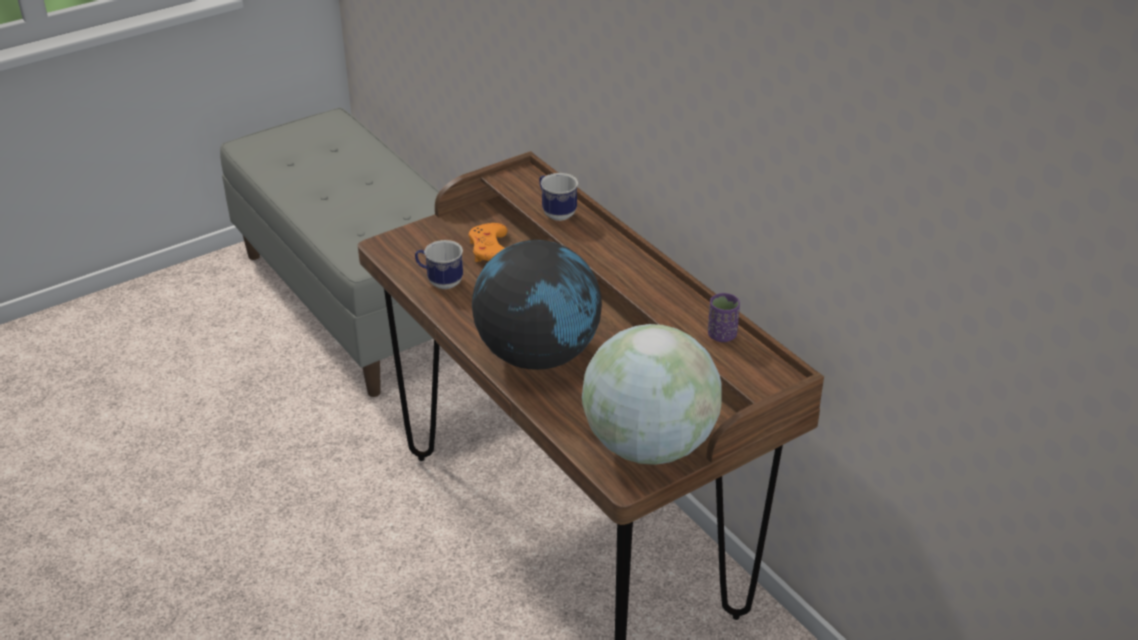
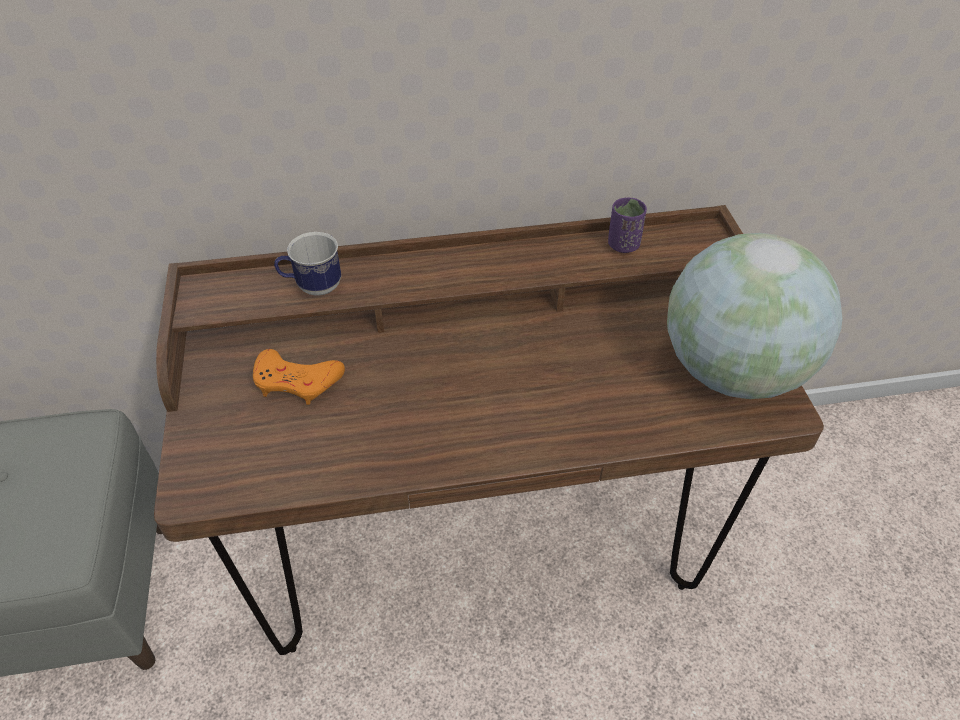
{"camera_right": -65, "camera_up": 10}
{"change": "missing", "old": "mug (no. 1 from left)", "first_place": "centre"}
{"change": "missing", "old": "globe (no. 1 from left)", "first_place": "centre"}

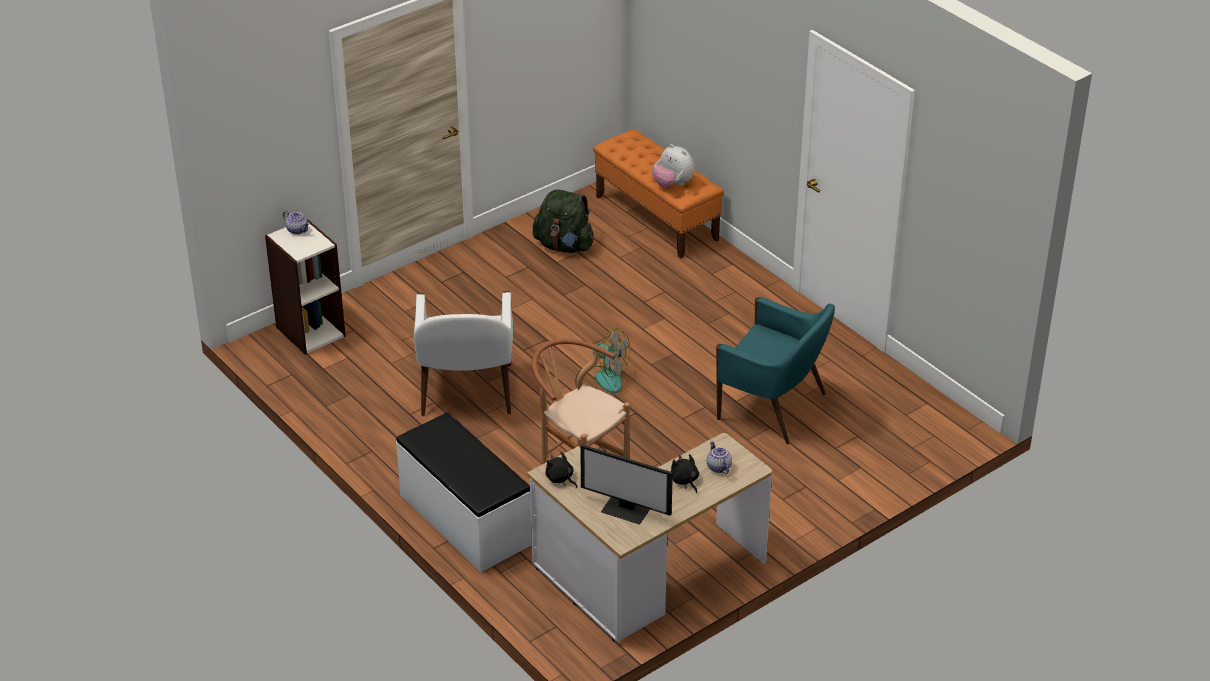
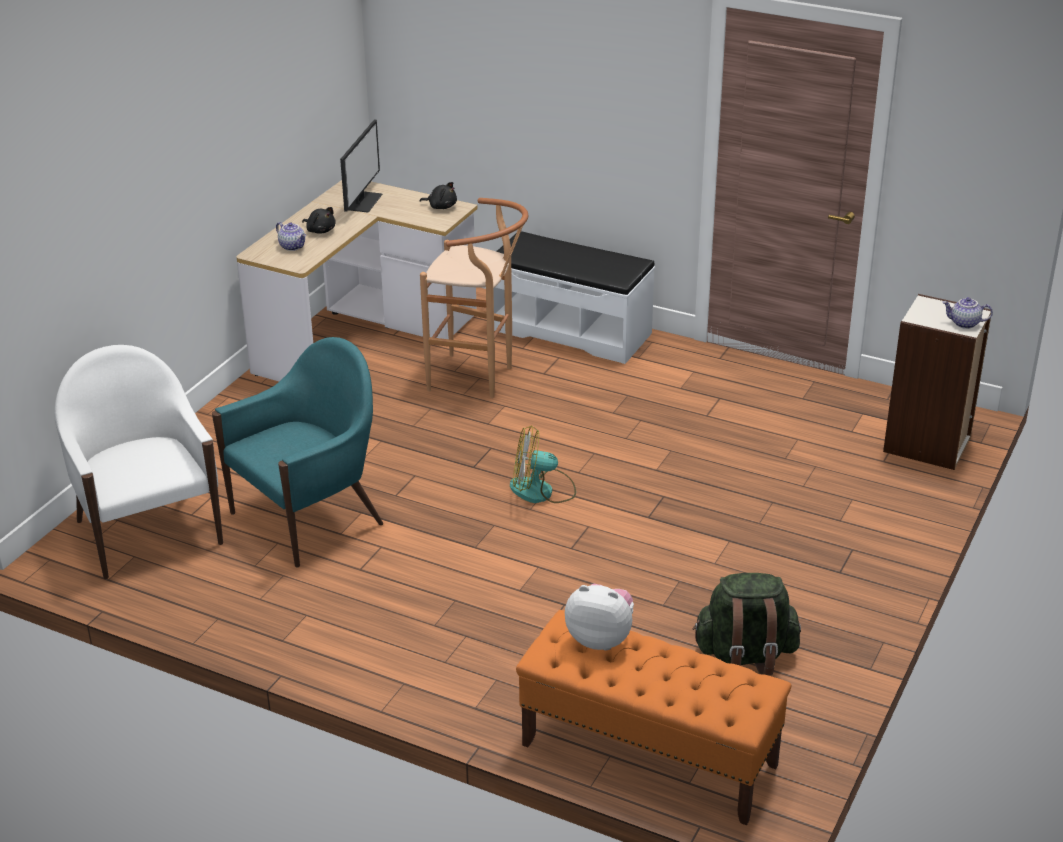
{"camera_right": 155, "camera_up": -5}
{"change": "relocated", "old": "white armchair", "first_place": "centre", "second_place": "middle left"}
{"change": "spun", "old": "monitor", "first_place": "bottom centre", "second_place": "top centre", "degrees": 105}
{"change": "spun", "old": "turquoise armchair", "first_place": "centre", "second_place": "middle left", "degrees": 135}

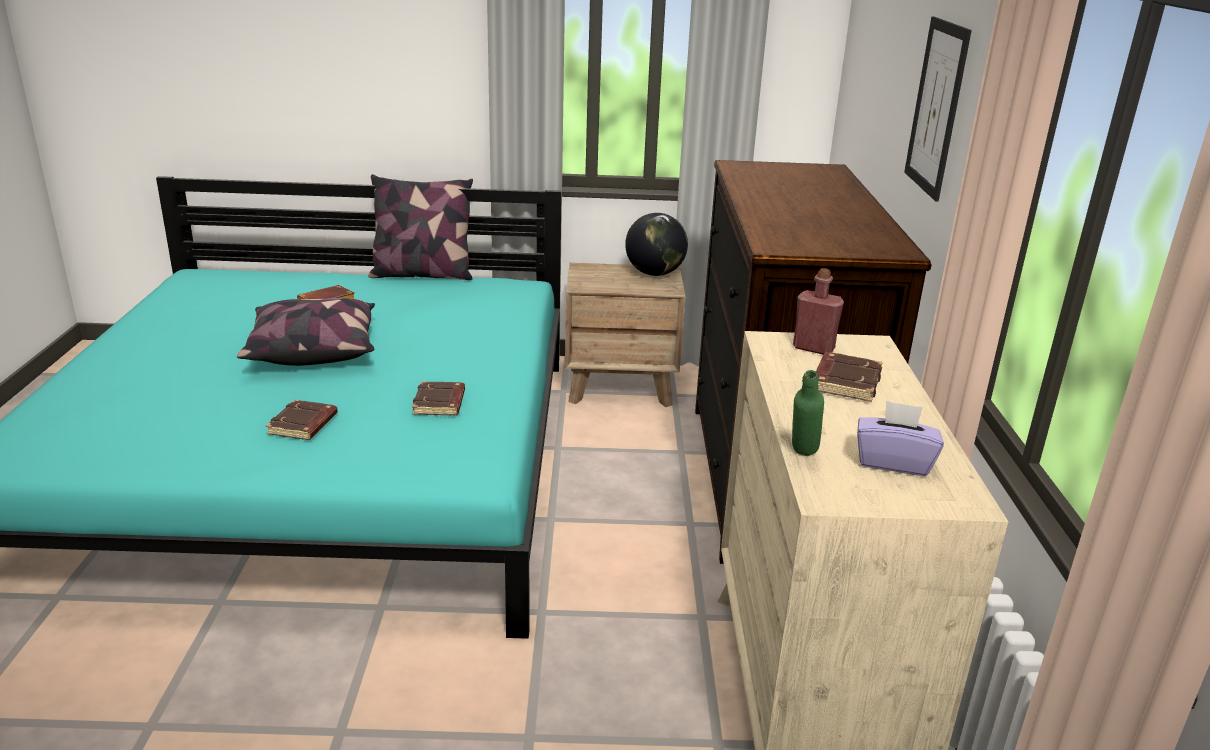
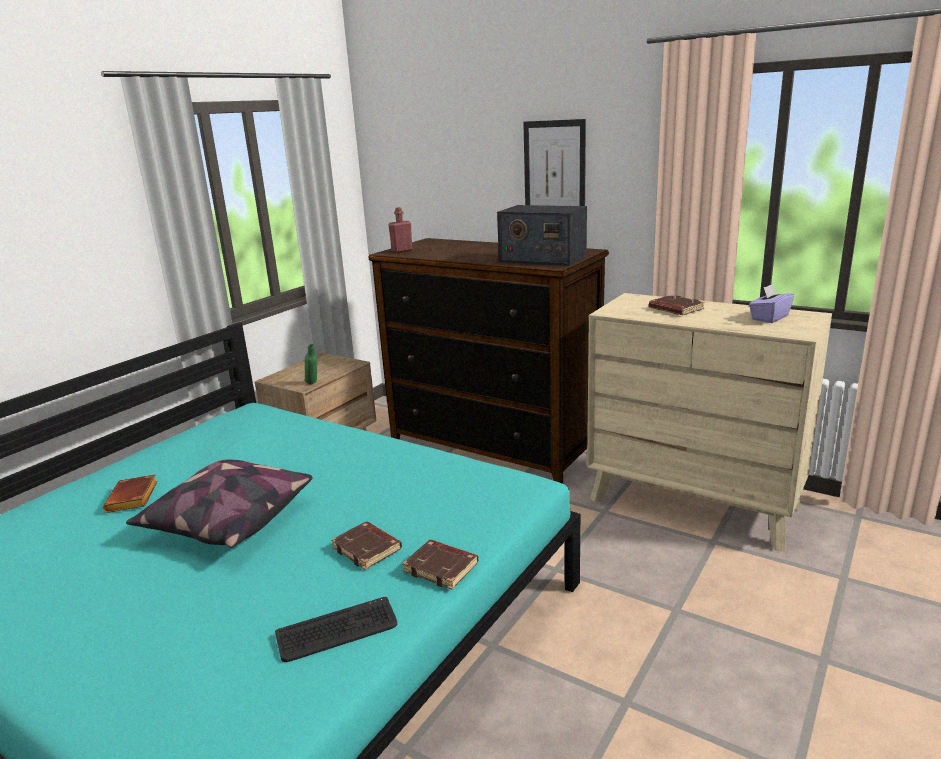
{"camera_right": -55, "camera_up": -5}
{"change": "missing", "old": "pillow (no. 2 from left)", "first_place": "top centre"}
{"change": "missing", "old": "globe", "first_place": "top centre"}
{"change": "appeared", "new": "keyboard", "second_place": "bottom centre"}
{"change": "appeared", "new": "radio", "second_place": "top centre"}
{"change": "relocated", "old": "brown book (no. 3 from left)", "first_place": "centre", "second_place": "bottom centre"}
{"change": "relocated", "old": "green bottle", "first_place": "middle right", "second_place": "middle left"}
{"change": "relocated", "old": "red bottle", "first_place": "middle right", "second_place": "top centre"}

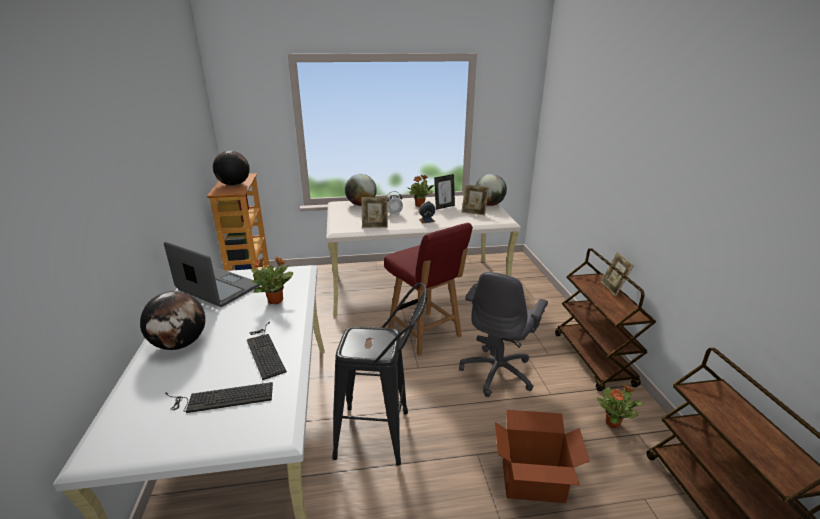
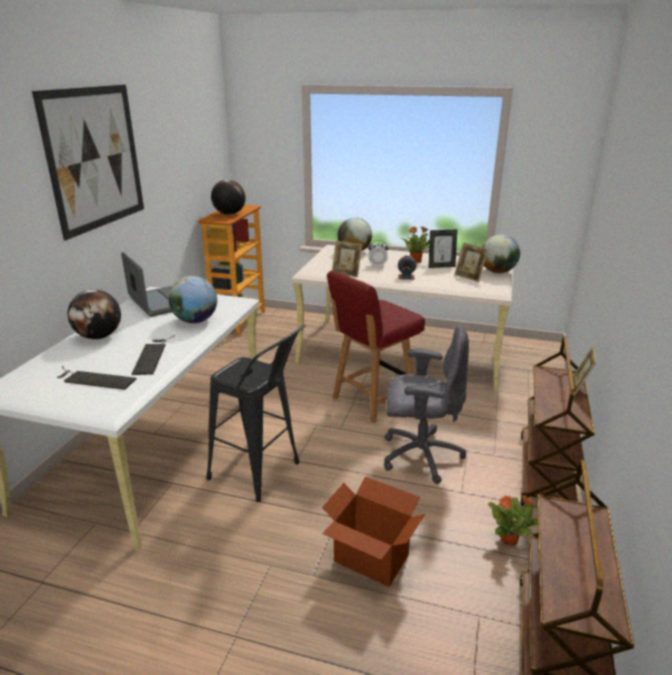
{"camera_right": 25, "camera_up": 0}
{"change": "appeared", "new": "picture", "second_place": "top left"}
{"change": "exchanged", "old": "potted plant (no. 1 from left)", "new": "globe (no. 2 from left)", "first_place": "middle left", "second_place": "middle left"}
{"change": "spun", "old": "red chair", "first_place": "centre", "second_place": "centre", "degrees": 60}
{"change": "spun", "old": "grey office chair", "first_place": "centre", "second_place": "centre", "degrees": -135}

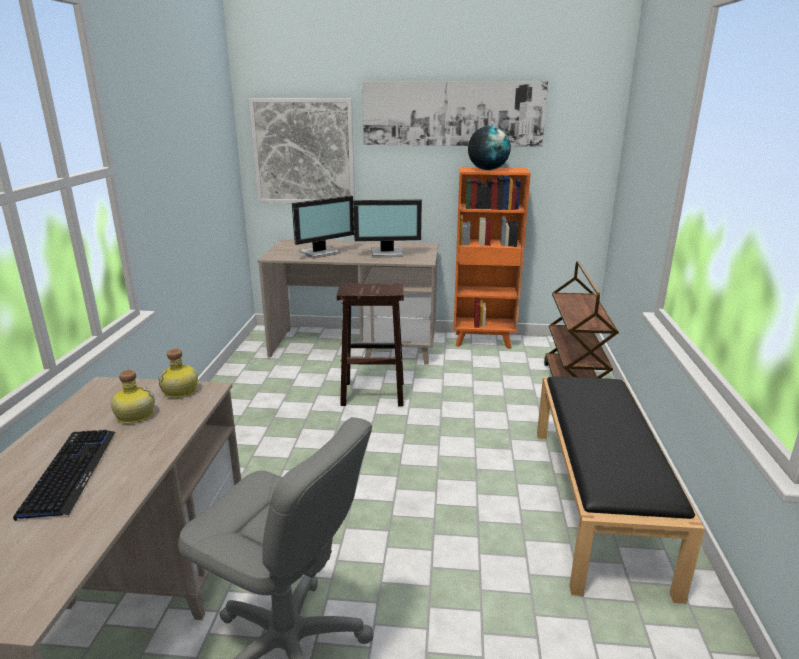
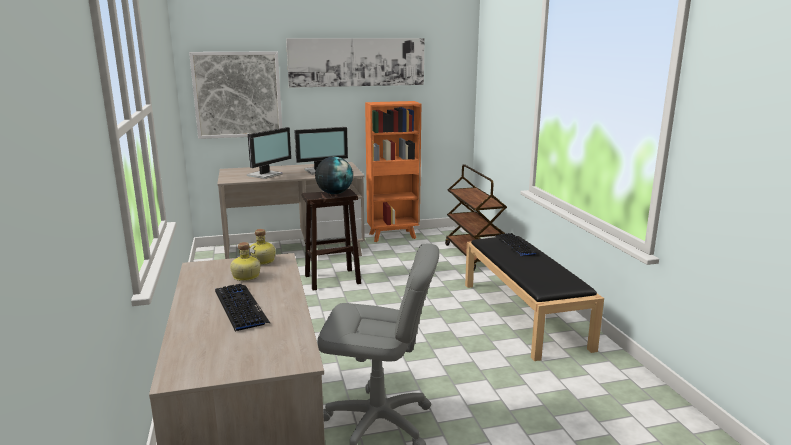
{"camera_right": -20, "camera_up": -5}
{"change": "appeared", "new": "keyboard (no. 2 from left)", "second_place": "centre"}
{"change": "relocated", "old": "globe", "first_place": "top centre", "second_place": "centre"}

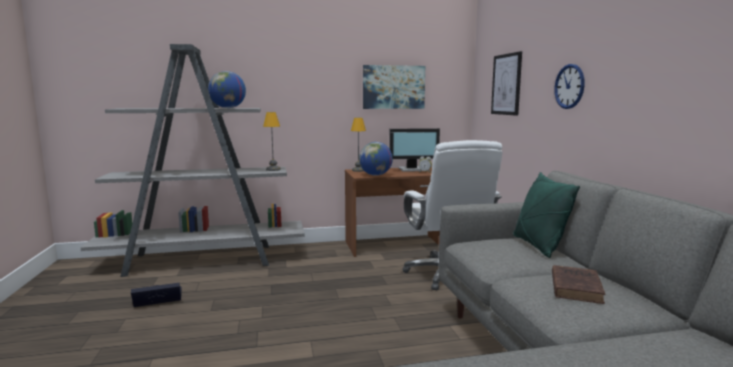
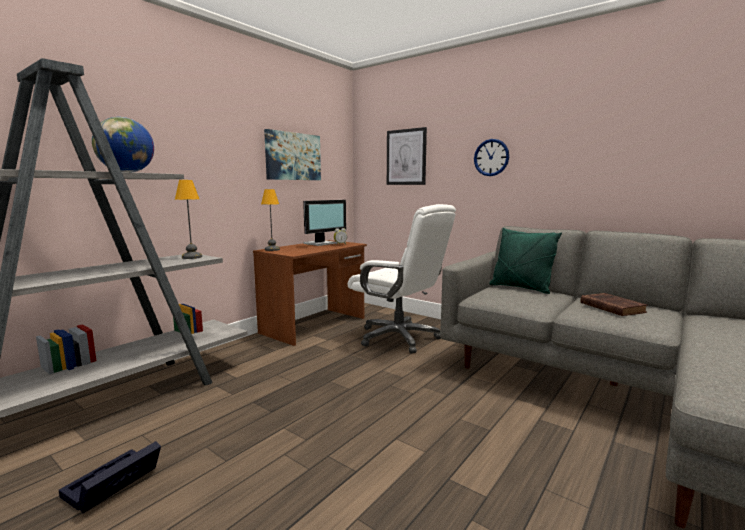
{"camera_right": -40, "camera_up": 0}
{"change": "missing", "old": "globe (no. 2 from left)", "first_place": "centre"}

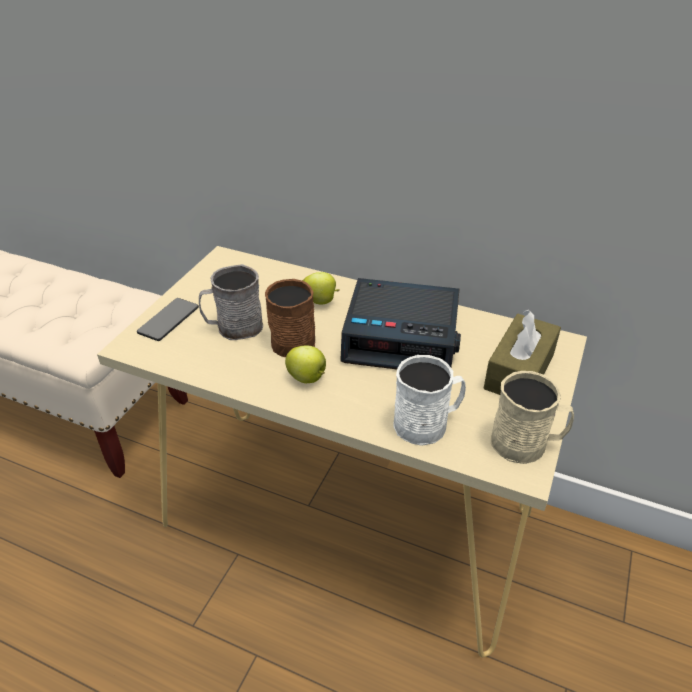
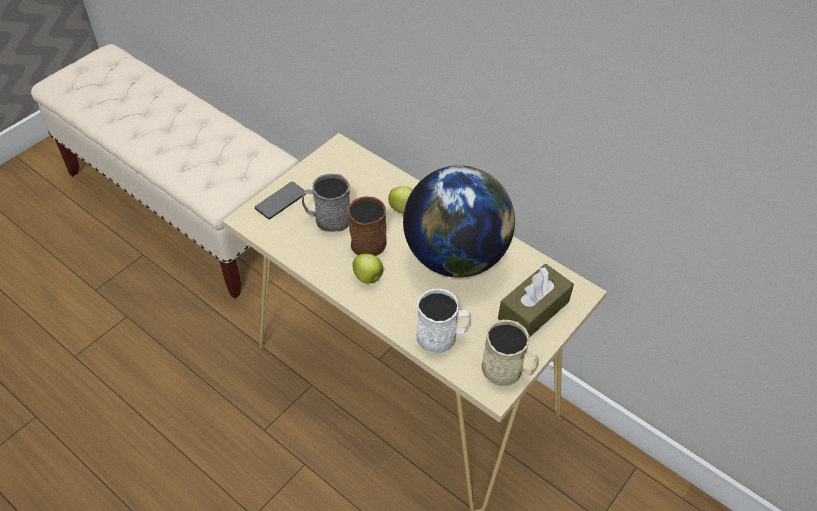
{"camera_right": 15, "camera_up": 10}
{"change": "exchanged", "old": "alarm clock", "new": "globe", "first_place": "centre", "second_place": "centre"}

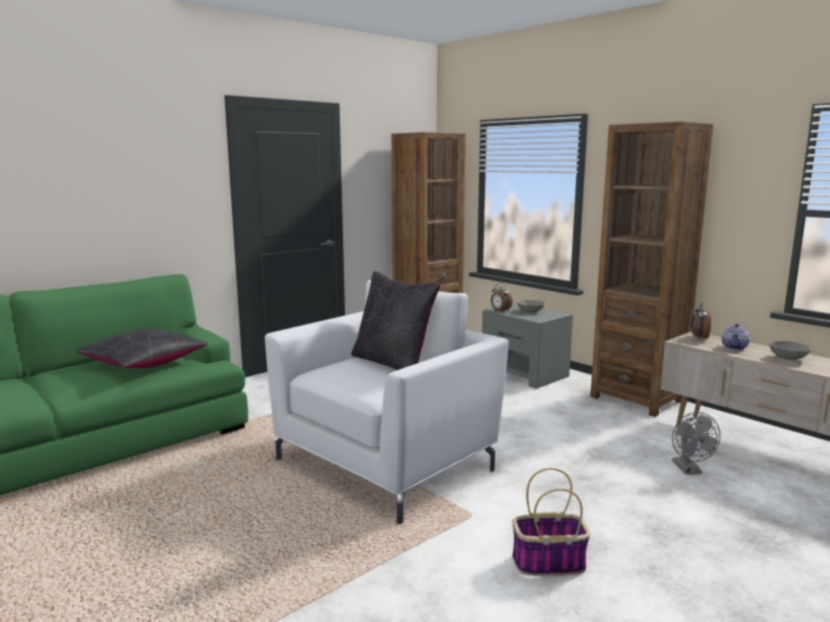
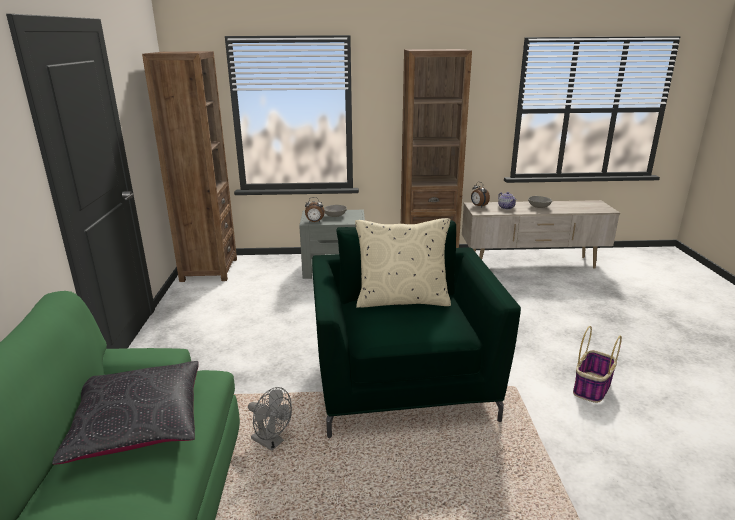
{"camera_right": -50, "camera_up": 10}
{"change": "relocated", "old": "grey fan", "first_place": "bottom right", "second_place": "bottom centre"}
{"change": "colour", "old": "white armchair", "new": "green armchair", "first_place": "centre", "second_place": "centre"}
{"change": "colour", "old": "black pillow (no. 2 from left)", "new": "beige pillow", "first_place": "centre", "second_place": "centre"}

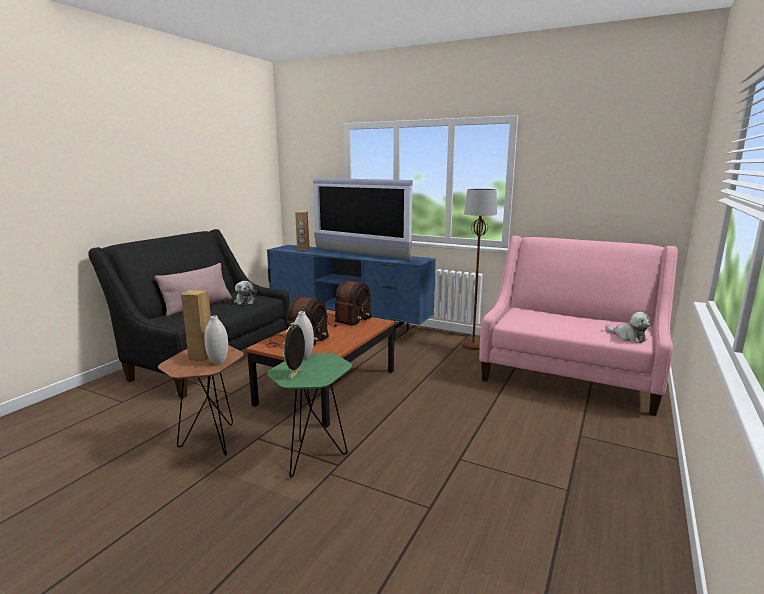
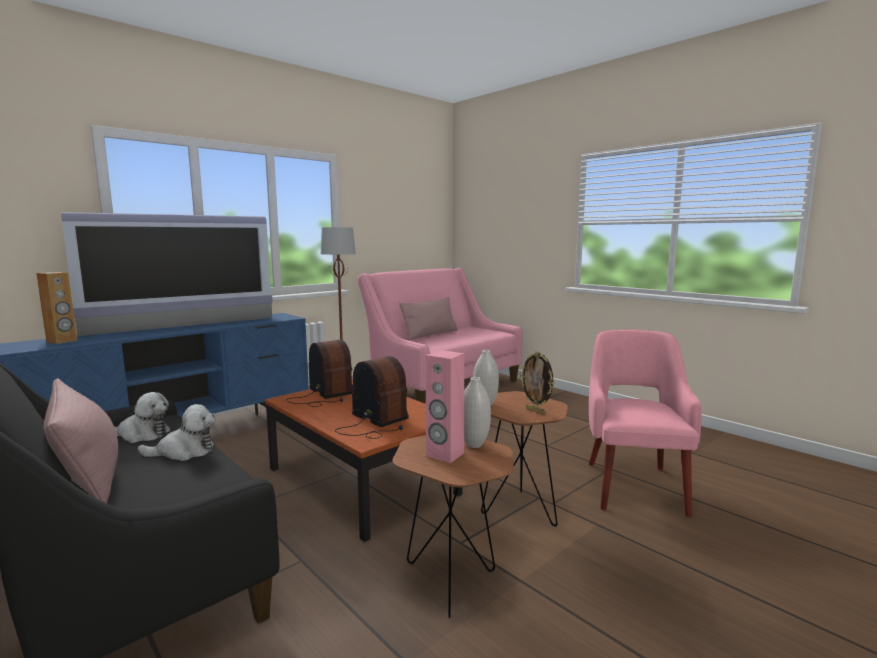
{"camera_right": -70, "camera_up": -5}
{"change": "appeared", "new": "pink pillow (no. 2 from left)", "second_place": "centre"}
{"change": "appeared", "new": "pink armchair", "second_place": "middle right"}
{"change": "relocated", "old": "plush toy (no. 2 from left)", "first_place": "middle right", "second_place": "middle left"}
{"change": "colour", "old": "brown speaker (no. 1 from left)", "new": "pink speaker", "first_place": "middle left", "second_place": "centre"}
{"change": "colour", "old": "green side table", "new": "brown side table (no. 2 from left)", "first_place": "bottom centre", "second_place": "bottom centre"}

